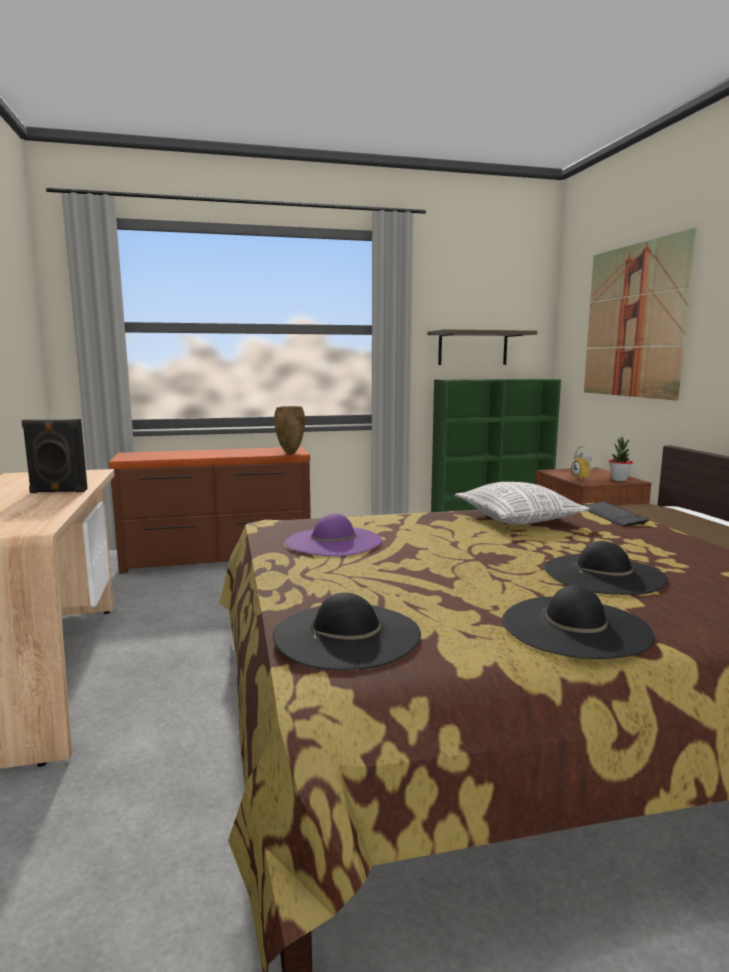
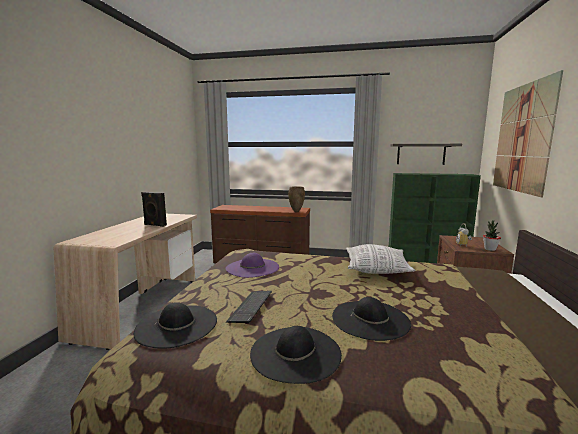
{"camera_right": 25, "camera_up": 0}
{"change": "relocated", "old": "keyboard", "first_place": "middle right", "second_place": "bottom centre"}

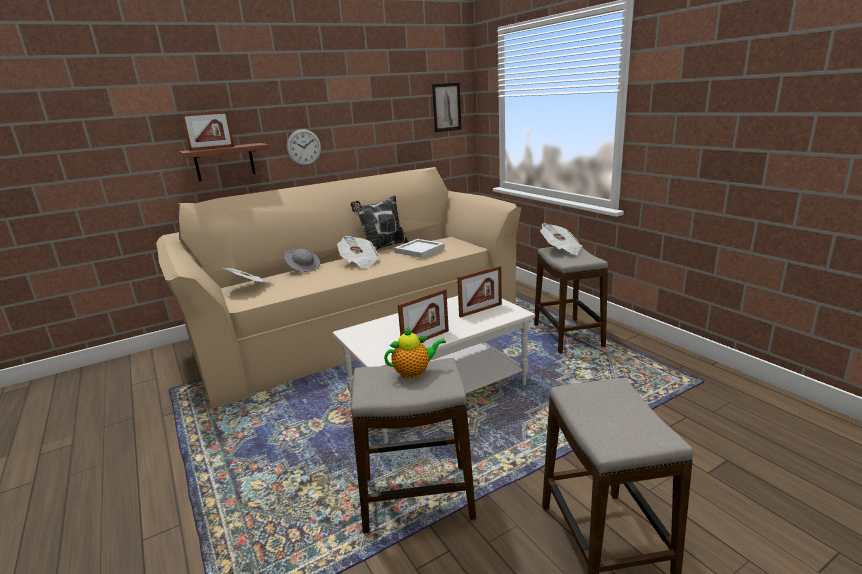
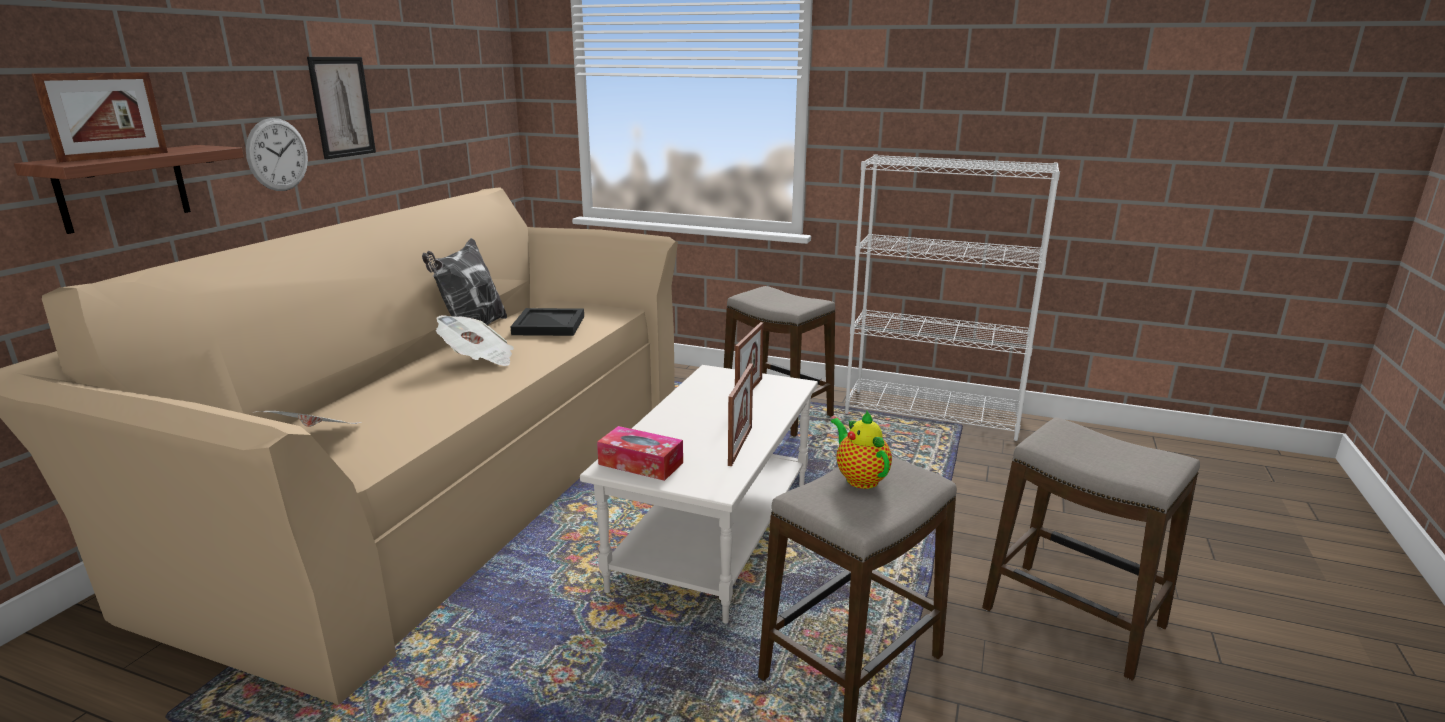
{"camera_right": -40, "camera_up": 0}
{"change": "missing", "old": "grey hat", "first_place": "centre"}
{"change": "missing", "old": "newspaper (no. 3 from left)", "first_place": "centre"}
{"change": "appeared", "new": "tissue box", "second_place": "centre"}
{"change": "appeared", "new": "white bookcase", "second_place": "centre"}
{"change": "relocated", "old": "picture", "first_place": "top centre", "second_place": "top left"}
{"change": "colour", "old": "white tray", "new": "black tray", "first_place": "centre", "second_place": "centre"}
{"change": "spun", "old": "teapot", "first_place": "centre", "second_place": "centre", "degrees": -60}

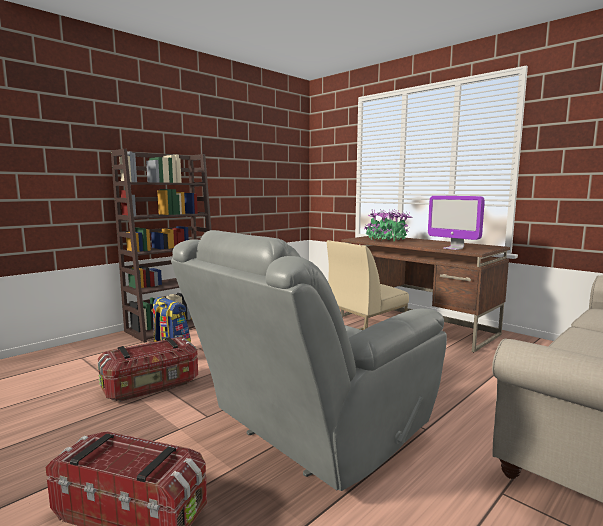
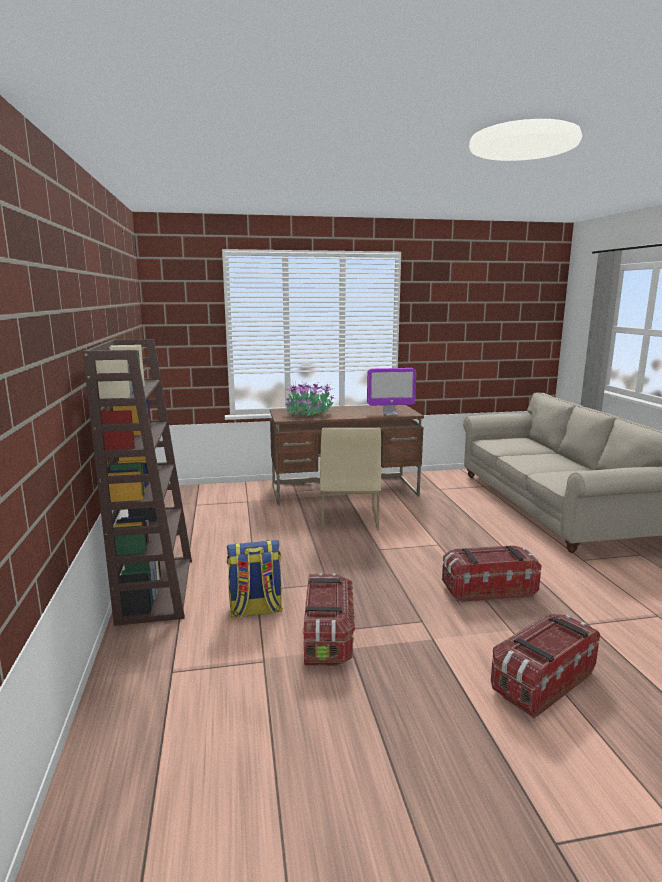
{"camera_right": -55, "camera_up": 5}
{"change": "exchanged", "old": "grey armchair", "new": "storage box (no. 2 from left)", "first_place": "bottom centre", "second_place": "middle right"}

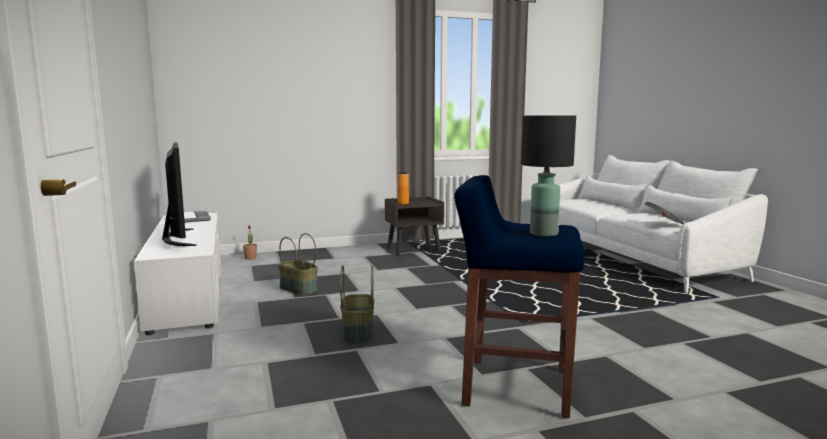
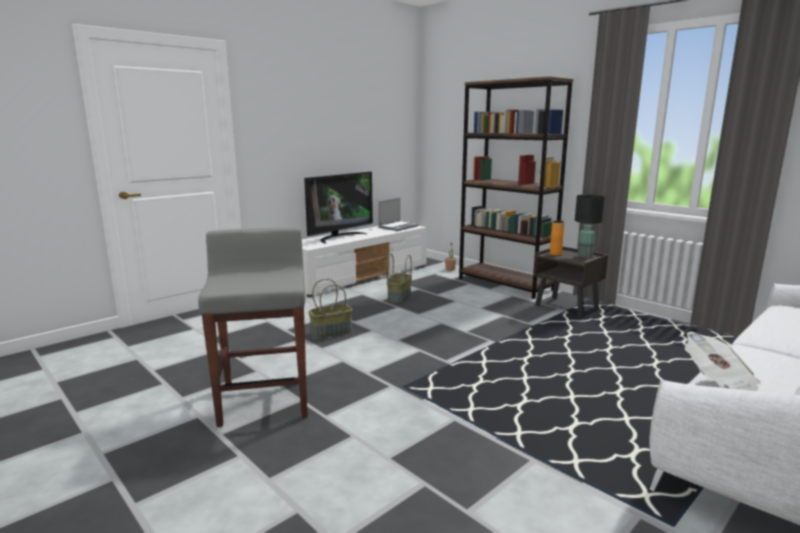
{"camera_right": 65, "camera_up": 5}
{"change": "appeared", "new": "brown bookcase", "second_place": "centre"}
{"change": "relocated", "old": "black table lamp", "first_place": "centre", "second_place": "middle right"}
{"change": "colour", "old": "blue stool", "new": "grey stool", "first_place": "bottom centre", "second_place": "middle left"}

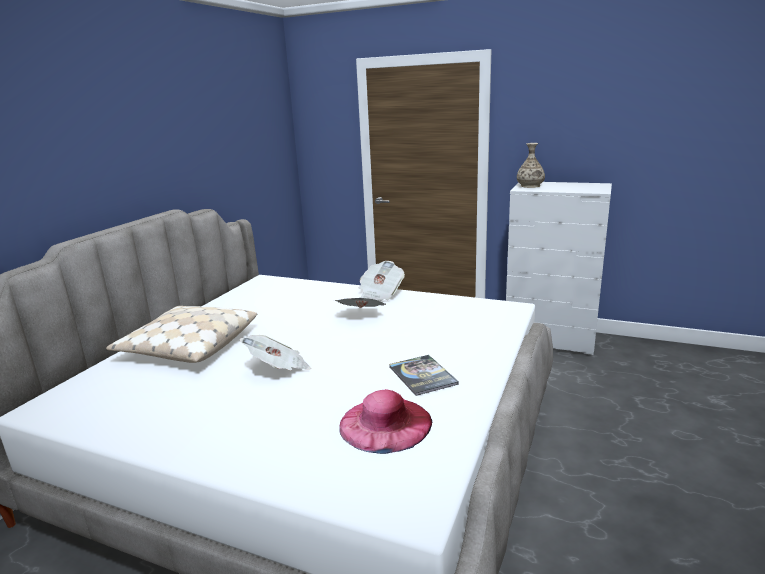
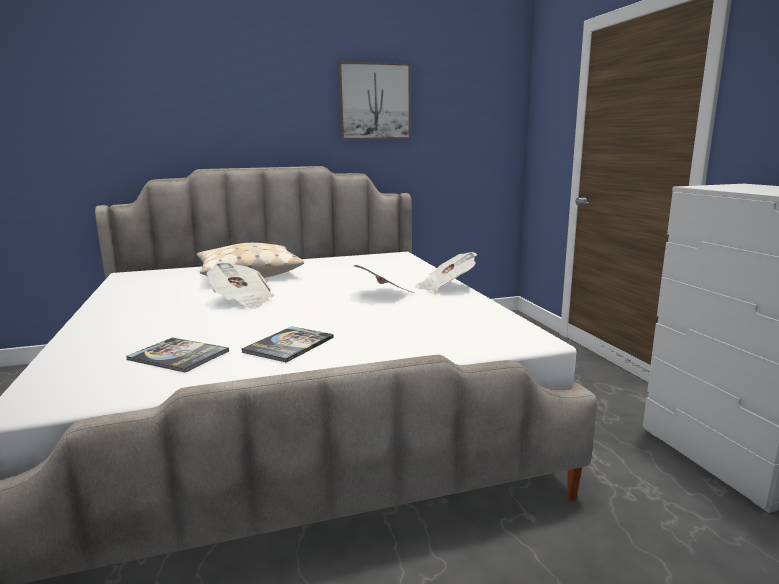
{"camera_right": 50, "camera_up": -5}
{"change": "missing", "old": "vase", "first_place": "top right"}
{"change": "appeared", "new": "picture", "second_place": "top centre"}
{"change": "exchanged", "old": "pink hat", "new": "book (no. 1 from left)", "first_place": "bottom centre", "second_place": "middle left"}

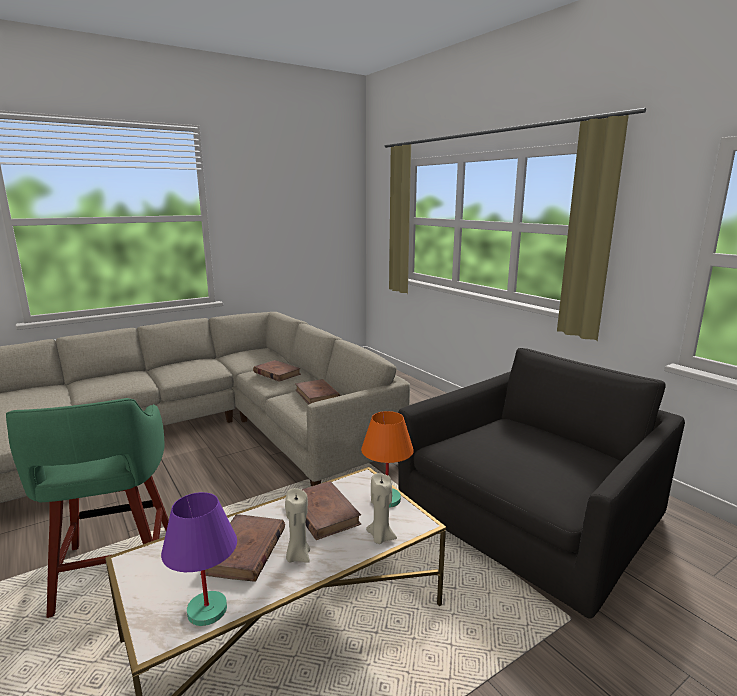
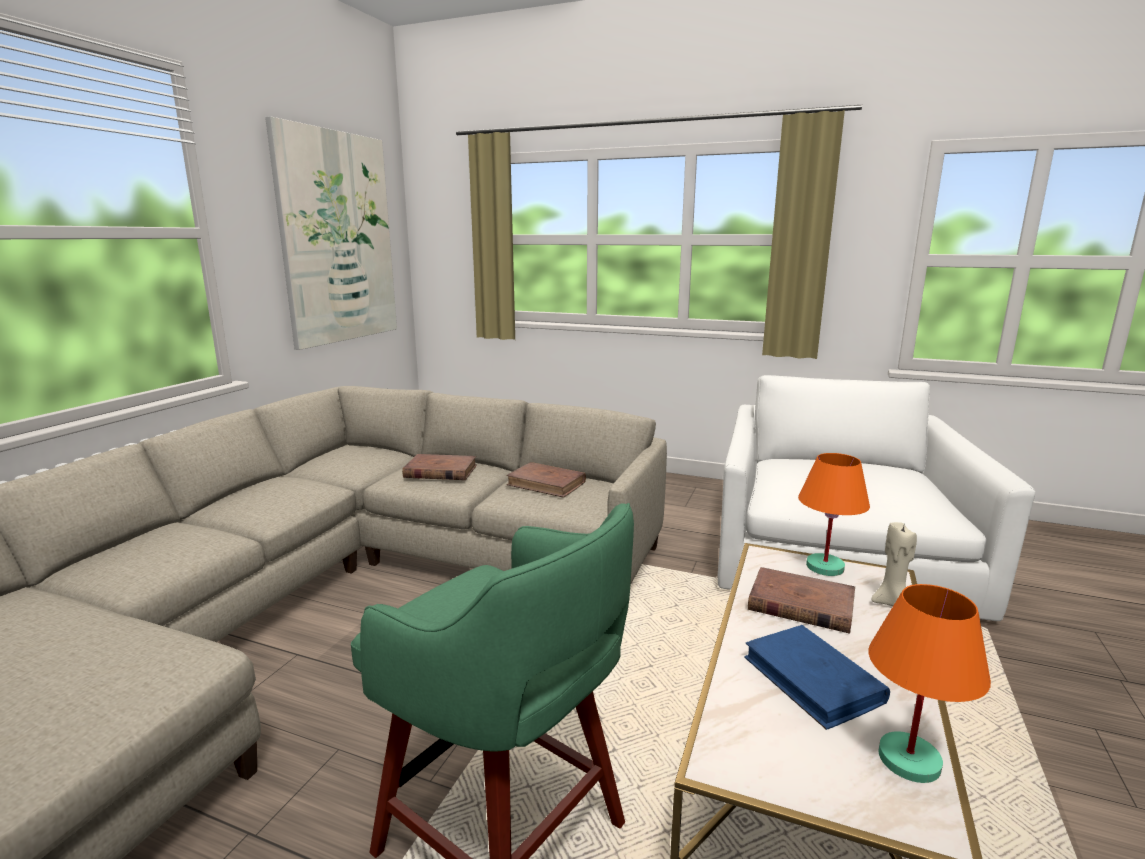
{"camera_right": -35, "camera_up": 0}
{"change": "missing", "old": "beige candle (no. 1 from left)", "first_place": "bottom centre"}
{"change": "appeared", "new": "picture", "second_place": "top left"}
{"change": "colour", "old": "purple table lamp", "new": "orange table lamp (no. 2 from left)", "first_place": "bottom left", "second_place": "bottom right"}
{"change": "colour", "old": "brown book (no. 1 from left)", "new": "blue book", "first_place": "bottom left", "second_place": "bottom right"}
{"change": "colour", "old": "black armchair", "new": "white armchair", "first_place": "bottom right", "second_place": "middle right"}

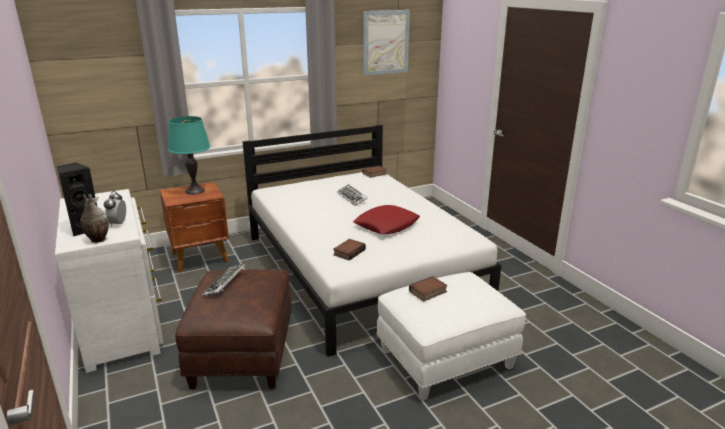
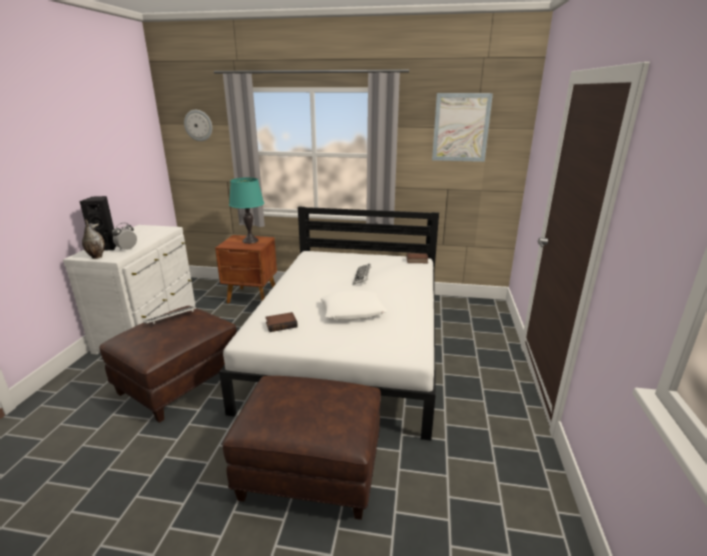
{"camera_right": 35, "camera_up": 0}
{"change": "missing", "old": "book (no. 3 from left)", "first_place": "bottom centre"}
{"change": "appeared", "new": "wall clock", "second_place": "top left"}
{"change": "colour", "old": "red pillow", "new": "white pillow", "first_place": "centre", "second_place": "centre"}
{"change": "colour", "old": "white ottoman", "new": "brown ottoman (no. 2 from left)", "first_place": "bottom centre", "second_place": "bottom centre"}

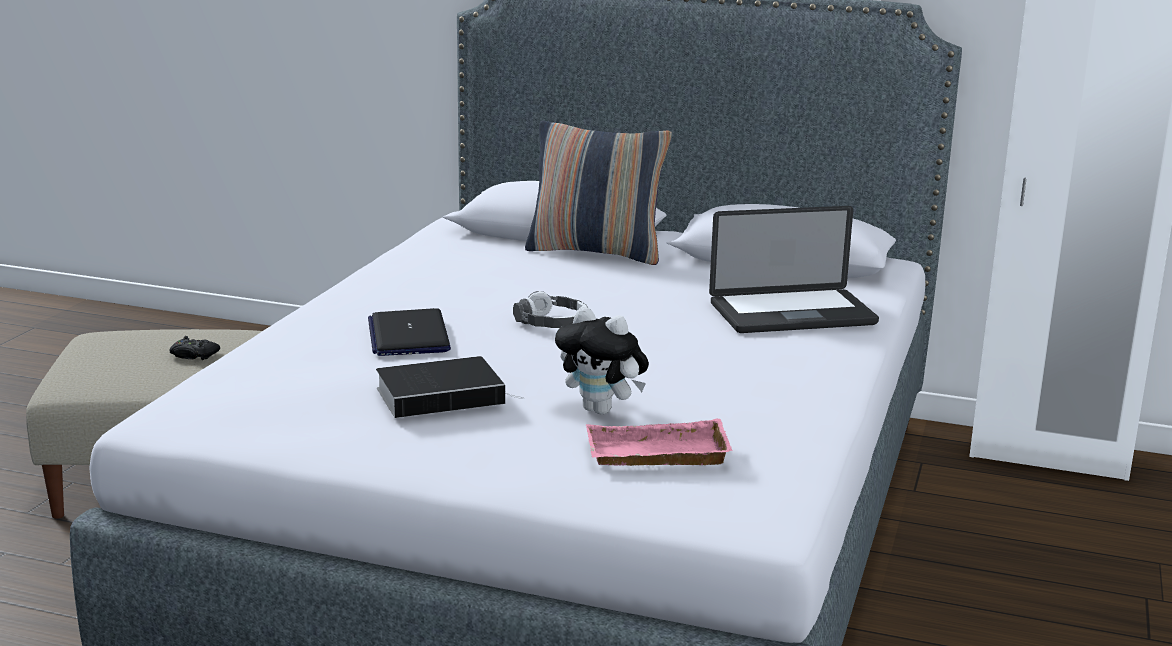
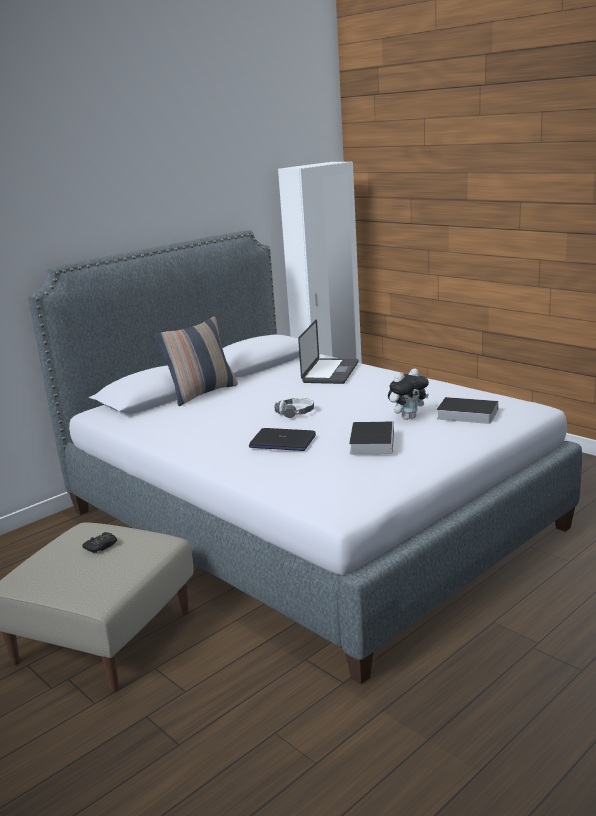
{"camera_right": -60, "camera_up": 0}
{"change": "exchanged", "old": "pink tray", "new": "book (no. 2 from left)", "first_place": "bottom centre", "second_place": "middle right"}

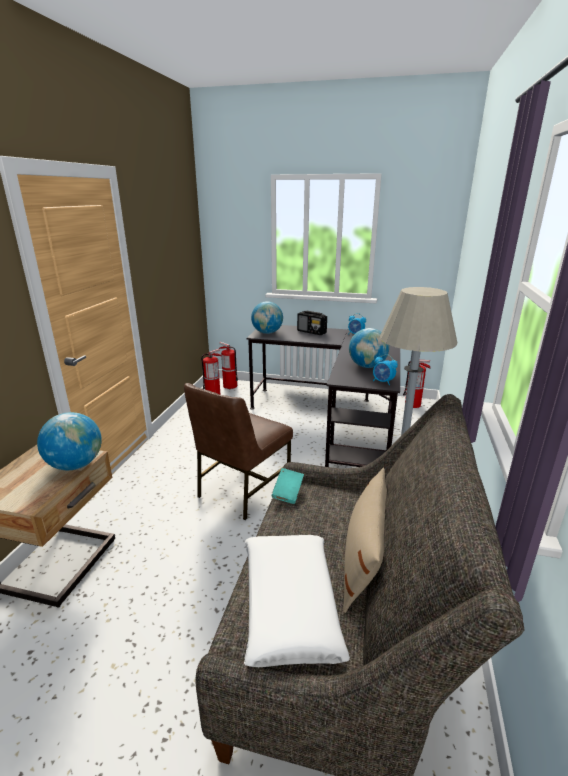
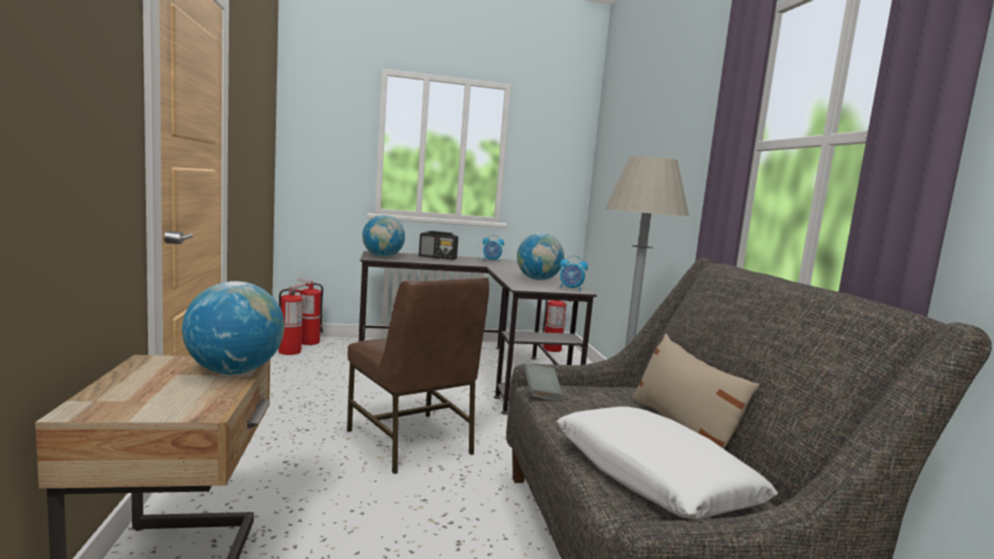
{"camera_right": -25, "camera_up": -15}
{"change": "colour", "old": "turquoise book", "new": "grey book", "first_place": "centre", "second_place": "bottom centre"}
{"change": "spun", "old": "brown chair", "first_place": "centre", "second_place": "bottom centre", "degrees": -45}

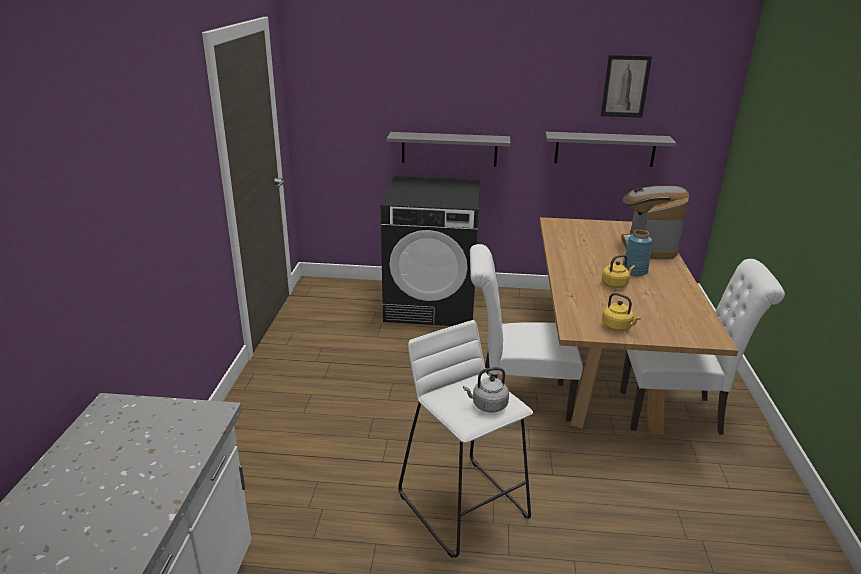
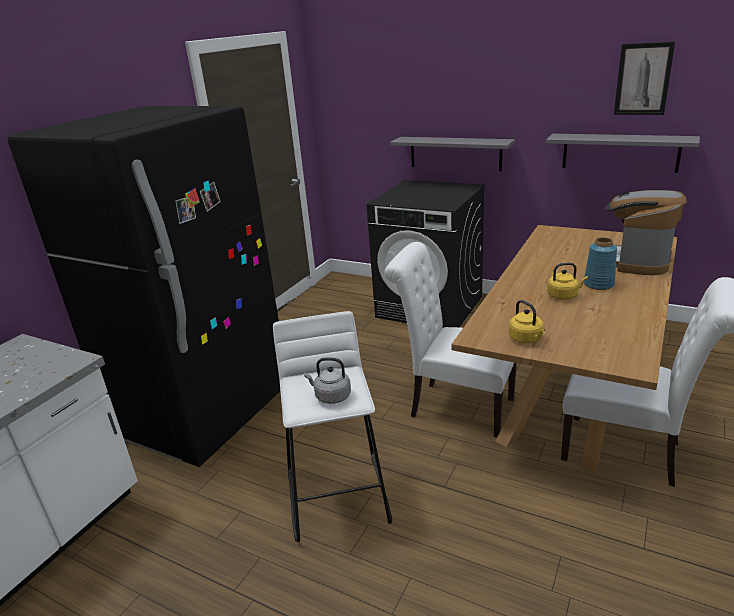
{"camera_right": 25, "camera_up": 0}
{"change": "appeared", "new": "black fridge", "second_place": "middle left"}

